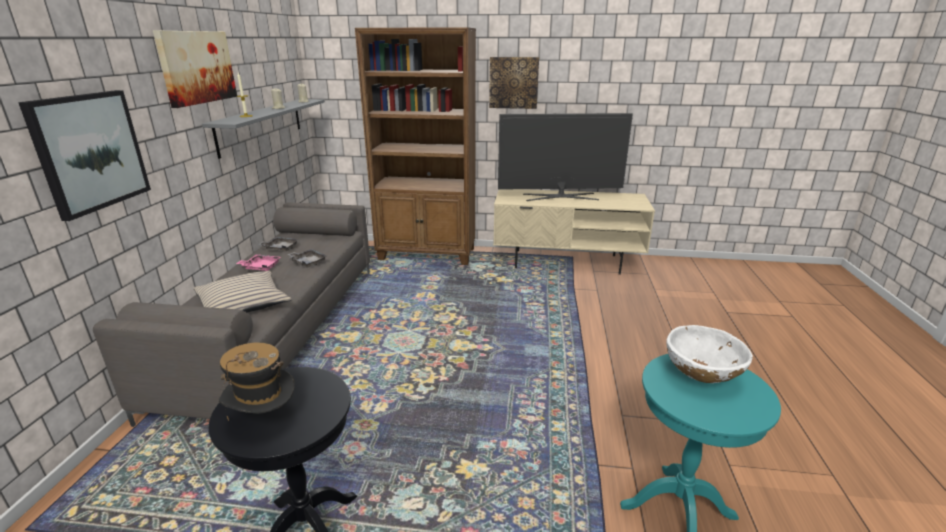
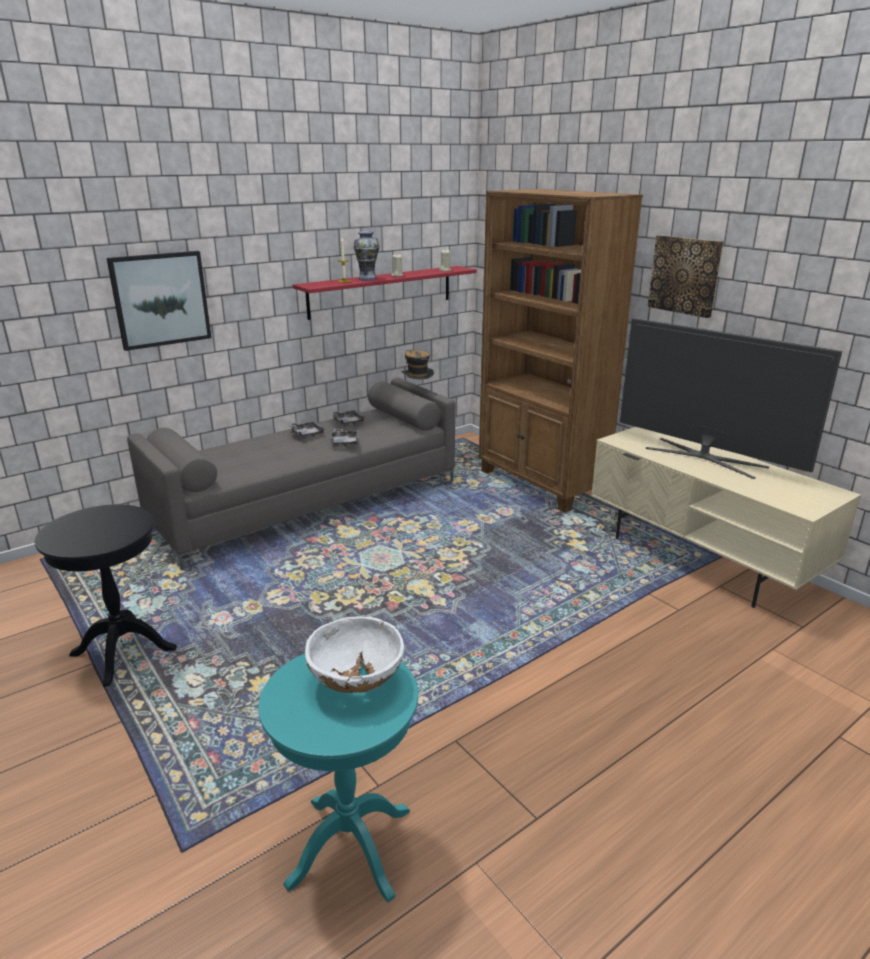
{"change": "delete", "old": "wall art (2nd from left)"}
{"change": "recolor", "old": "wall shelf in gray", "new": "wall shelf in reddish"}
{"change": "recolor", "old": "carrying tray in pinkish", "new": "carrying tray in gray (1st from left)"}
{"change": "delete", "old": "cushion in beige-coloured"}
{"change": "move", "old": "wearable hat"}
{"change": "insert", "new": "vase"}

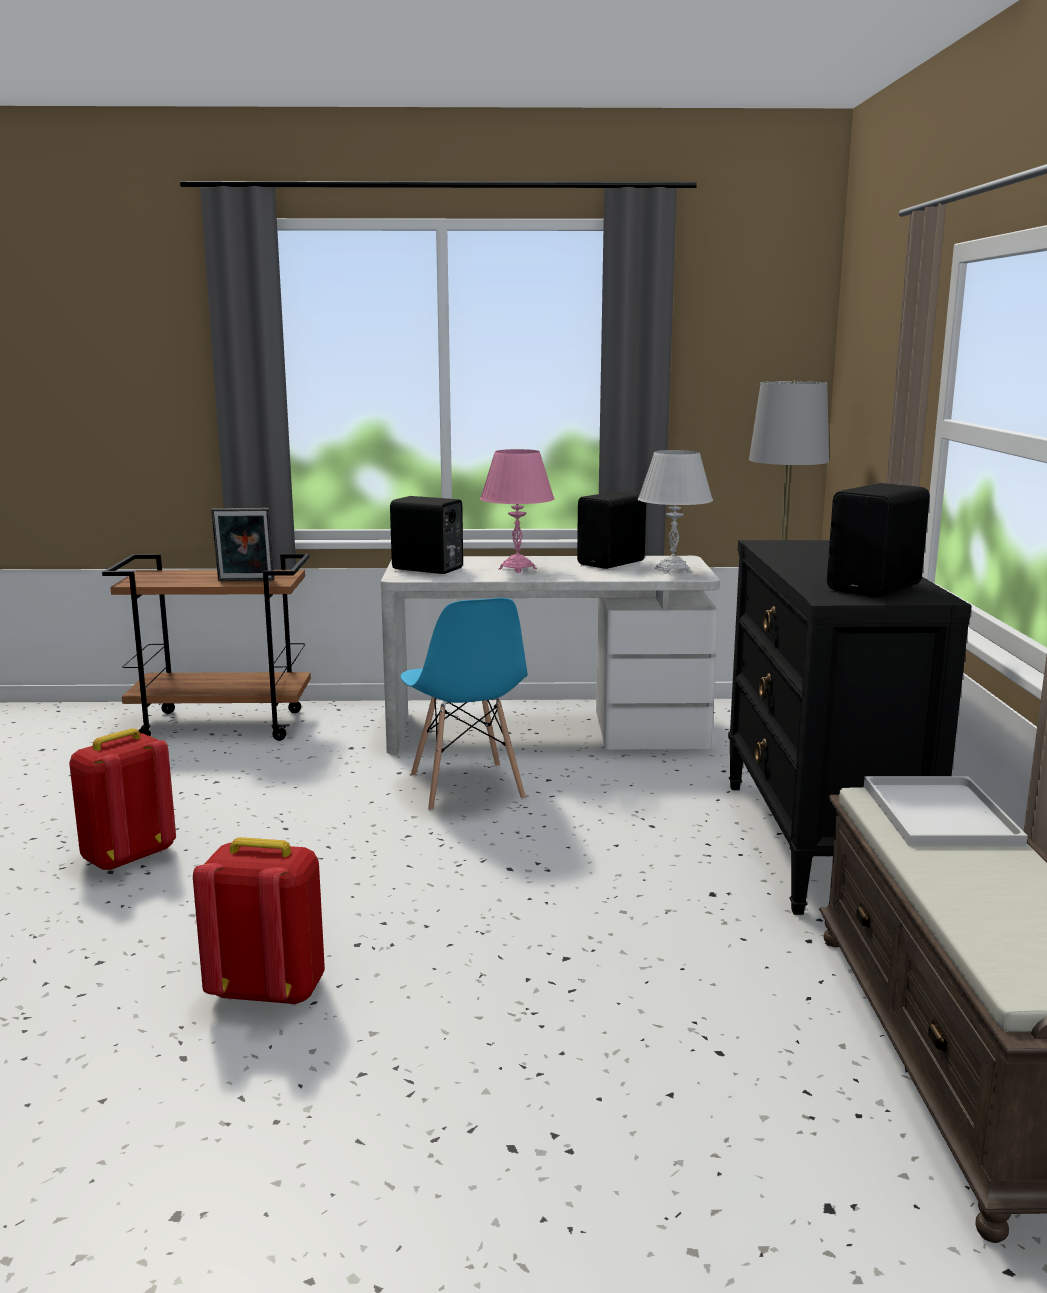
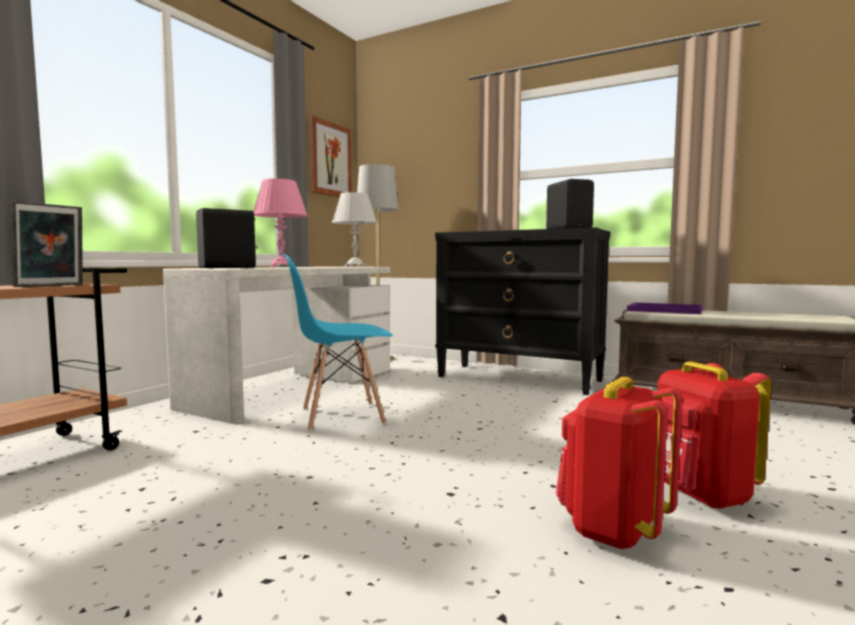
{"change": "delete", "old": "loudspeaker in black (2nd from left)"}
{"change": "rotate", "old": "upright chair in blue", "degrees": 150}
{"change": "move", "old": "backpack in reddish (1st from left in the first image)", "new": "backpack in reddish (2nd from left)"}
{"change": "recolor", "old": "carrying tray in white", "new": "carrying tray in purplish"}
{"change": "insert", "new": "wall art"}

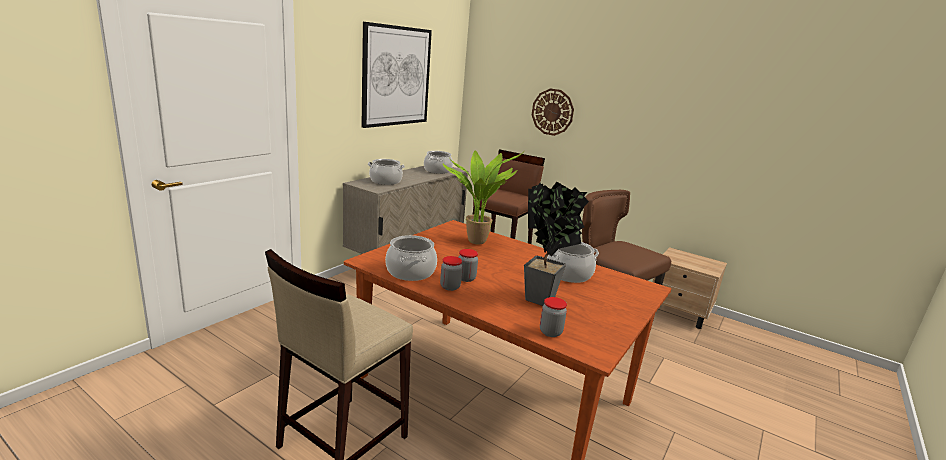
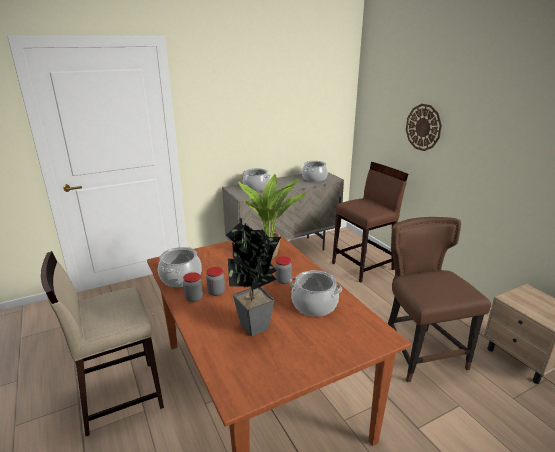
{"change": "delete", "old": "wall art"}
{"change": "move", "old": "preserve jar (3rd from left)"}

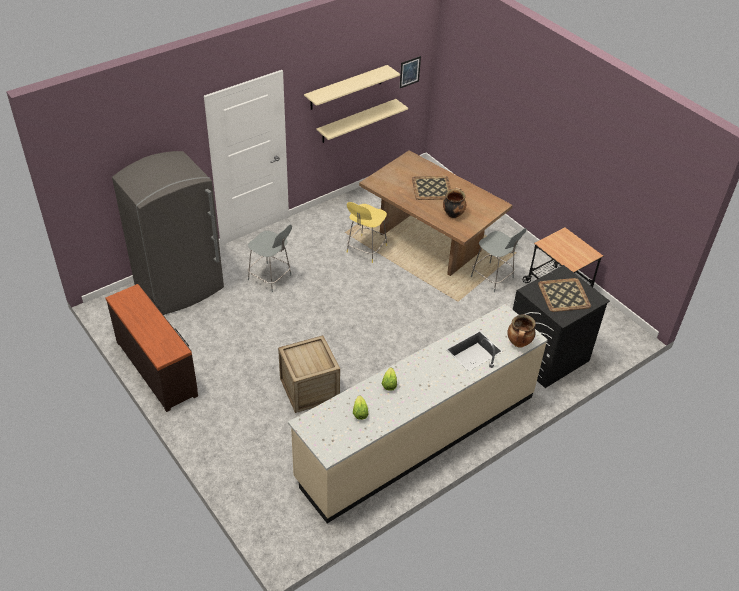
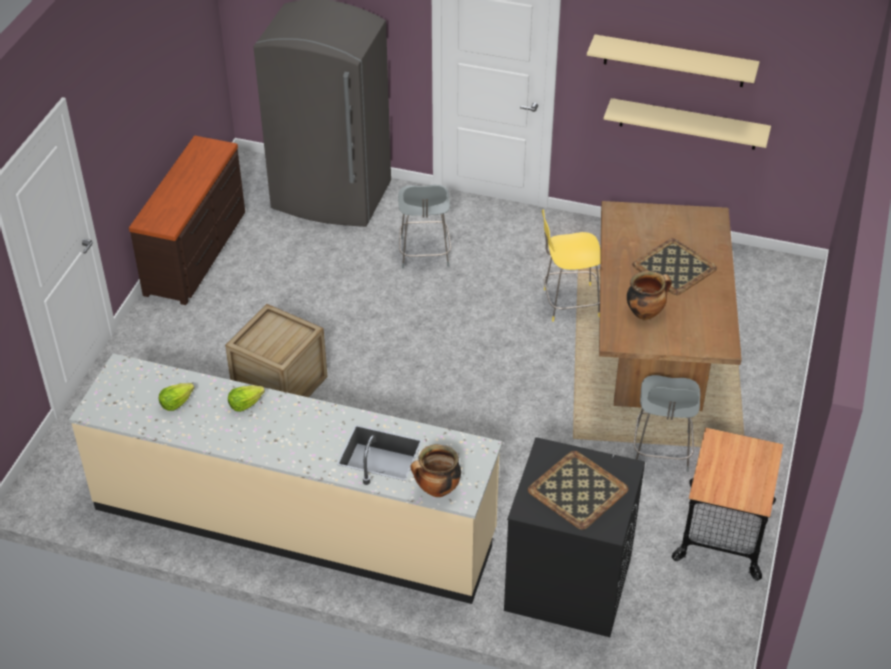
{"change": "delete", "old": "wall art"}

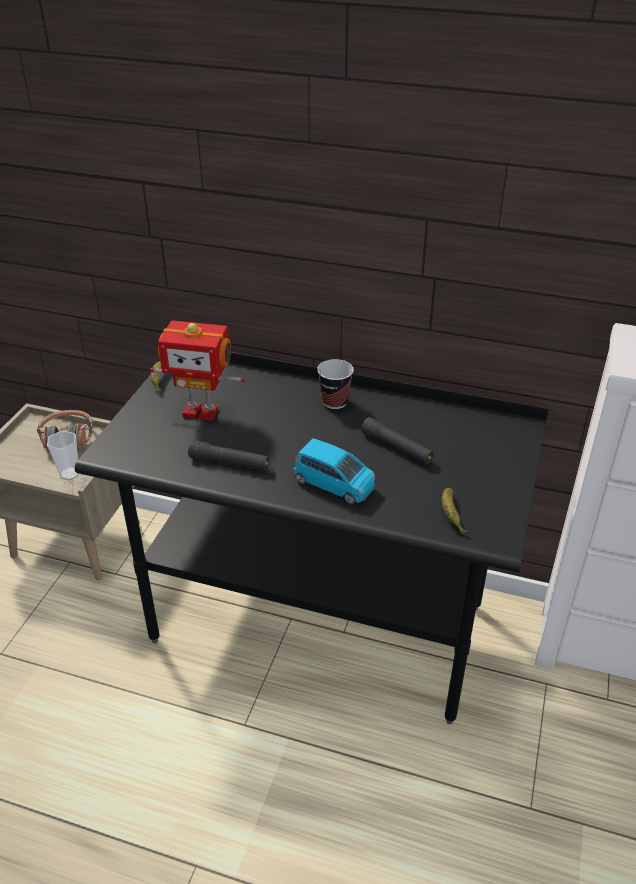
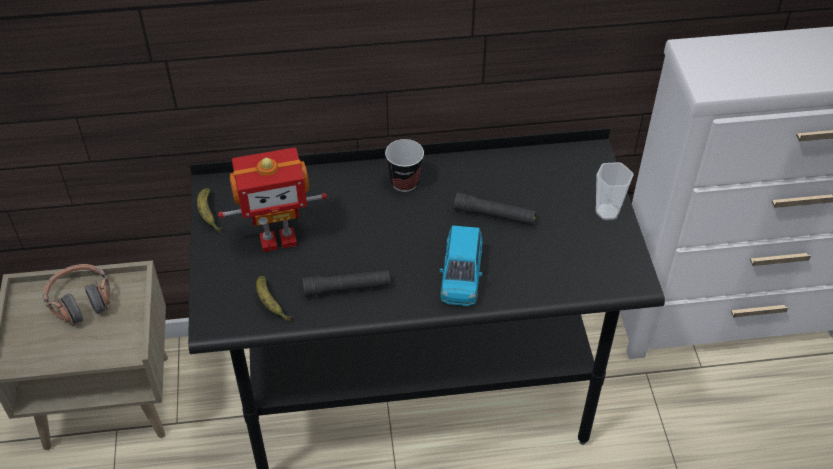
{"change": "move", "old": "cup (1st from left in the first image)", "new": "cup (2nd from left)"}
{"change": "rotate", "old": "toy car in blue", "degrees": 90}
{"change": "move", "old": "banana fruit (2nd from left)"}

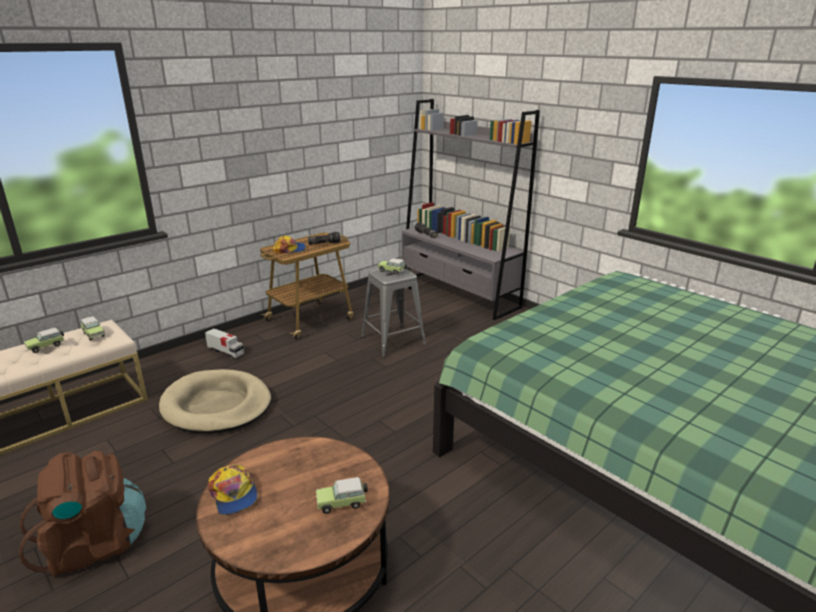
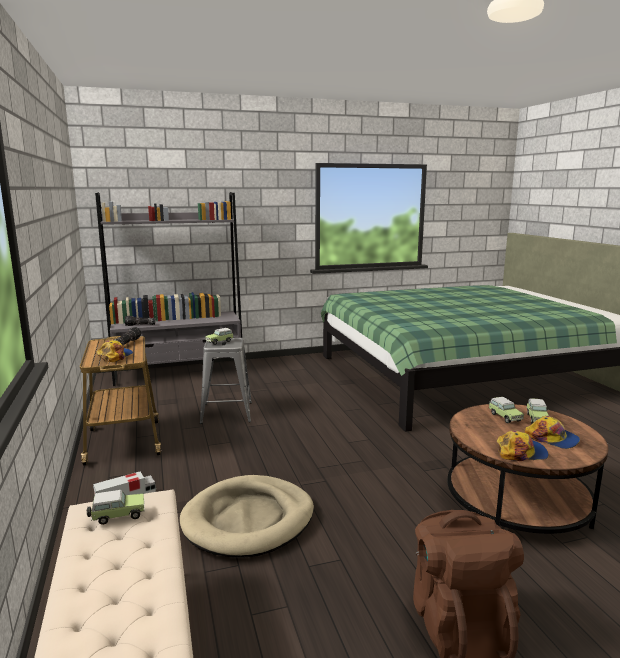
{"change": "move", "old": "toy car (1st from left in the first image)", "new": "toy car (3rd from left)"}
{"change": "insert", "new": "baseball cap (3rd from left)"}

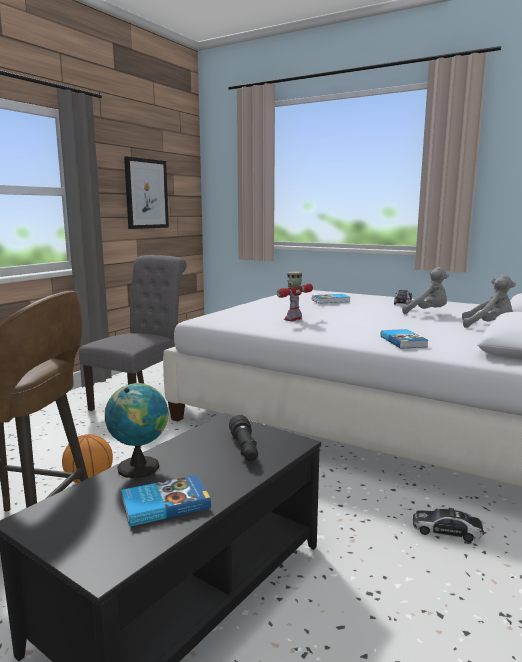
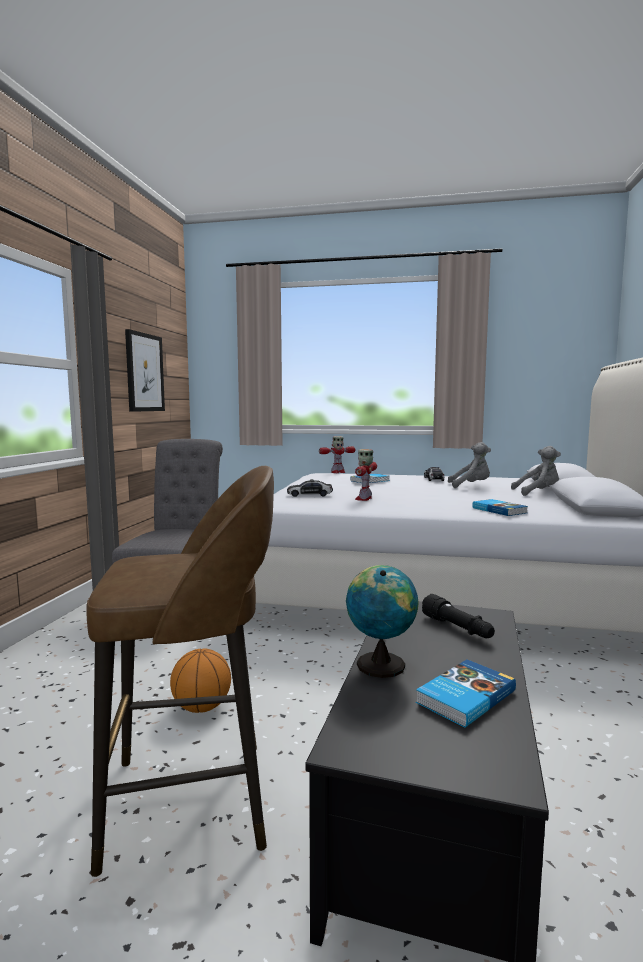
{"change": "move", "old": "toy car (2nd from left in the first image)", "new": "toy car (1st from left)"}
{"change": "insert", "new": "robot figure (1st from left)"}

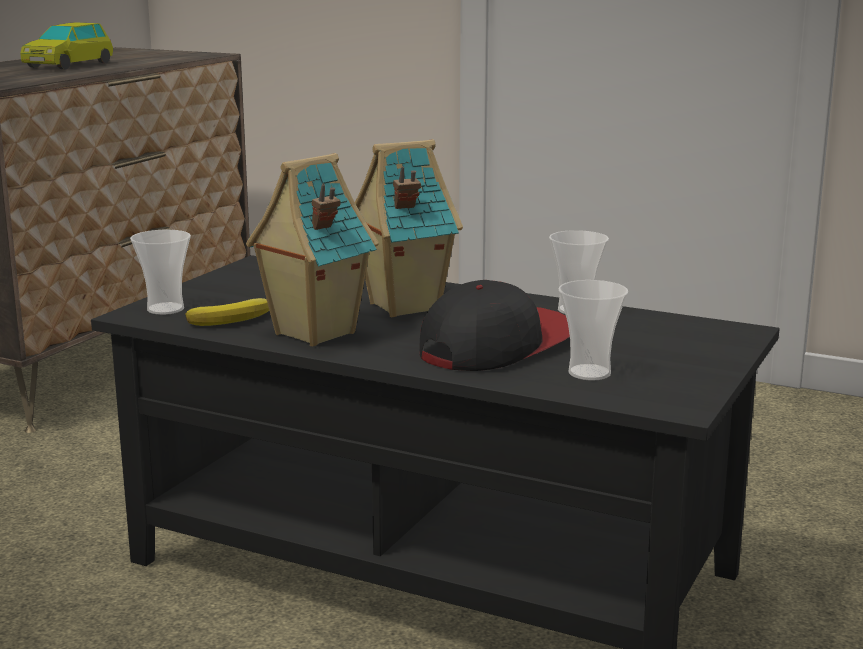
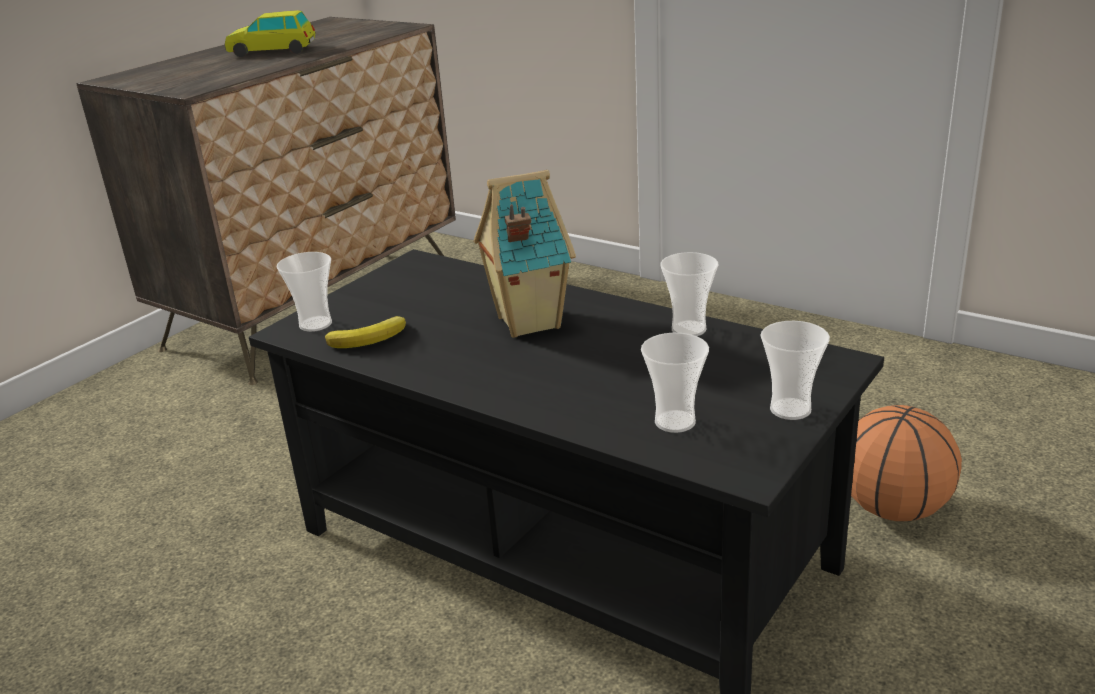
{"change": "rotate", "old": "toy car", "degrees": 60}
{"change": "delete", "old": "model house (1st from left)"}
{"change": "delete", "old": "baseball cap"}
{"change": "insert", "new": "cup (4th from left)"}
{"change": "insert", "new": "basketball"}

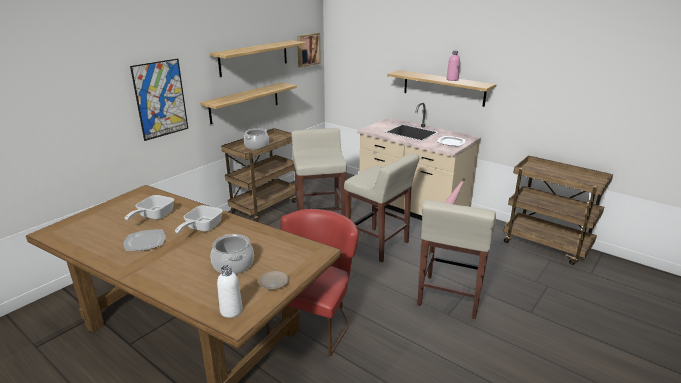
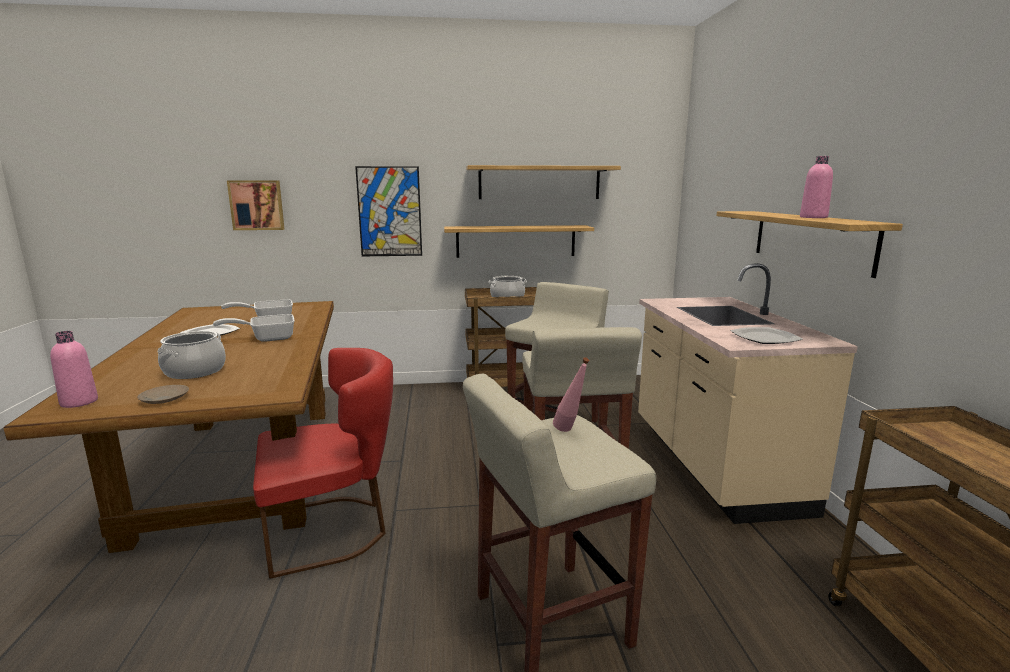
{"change": "move", "old": "wall art (2nd from left in the first image)", "new": "wall art (1st from left)"}
{"change": "recolor", "old": "bottle in white", "new": "bottle in pinkish (1st from left)"}

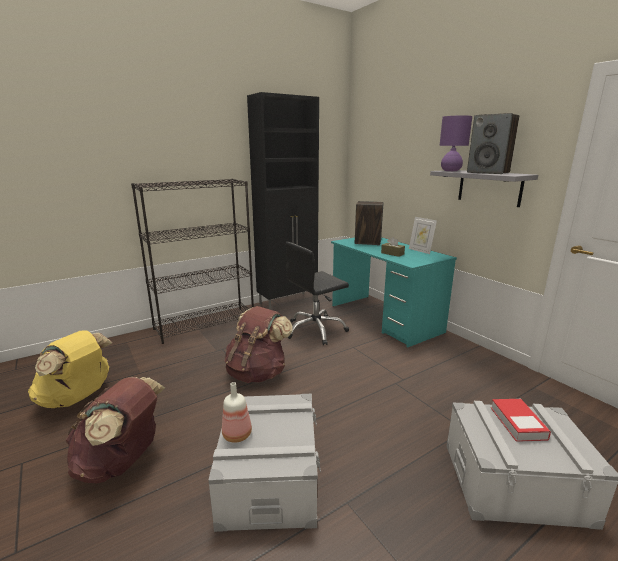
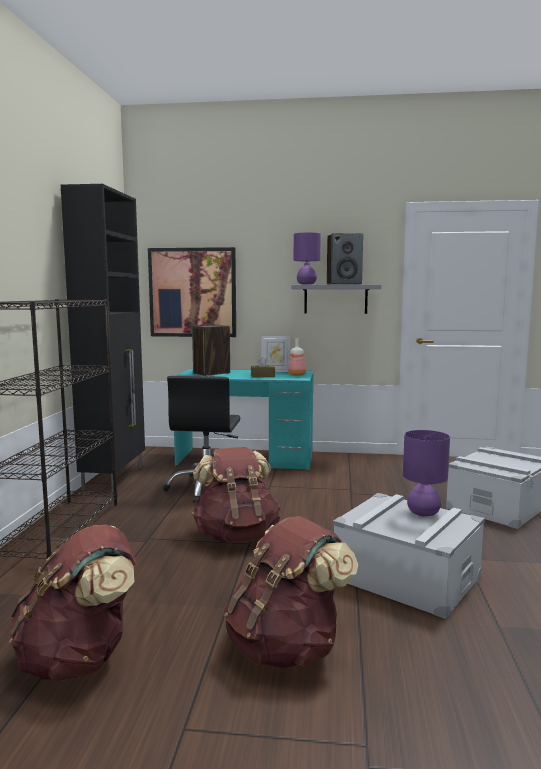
{"change": "recolor", "old": "backpack in yellowish", "new": "backpack in brown (1st from left)"}
{"change": "move", "old": "bottle"}
{"change": "delete", "old": "volume"}
{"change": "insert", "new": "wall art"}
{"change": "insert", "new": "lamp for a table in purplish (2nd from left)"}

